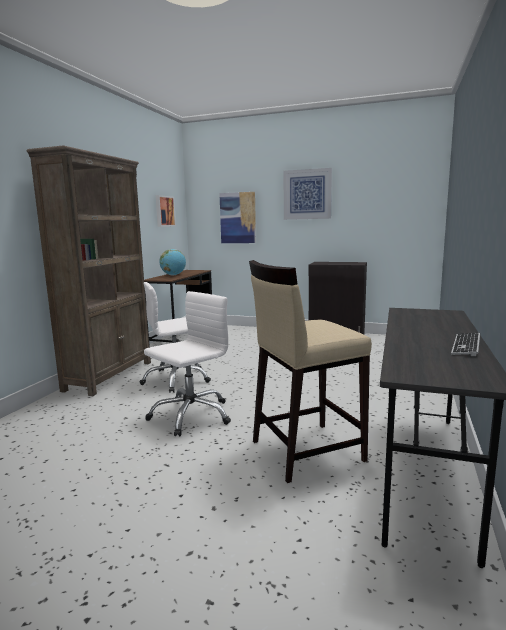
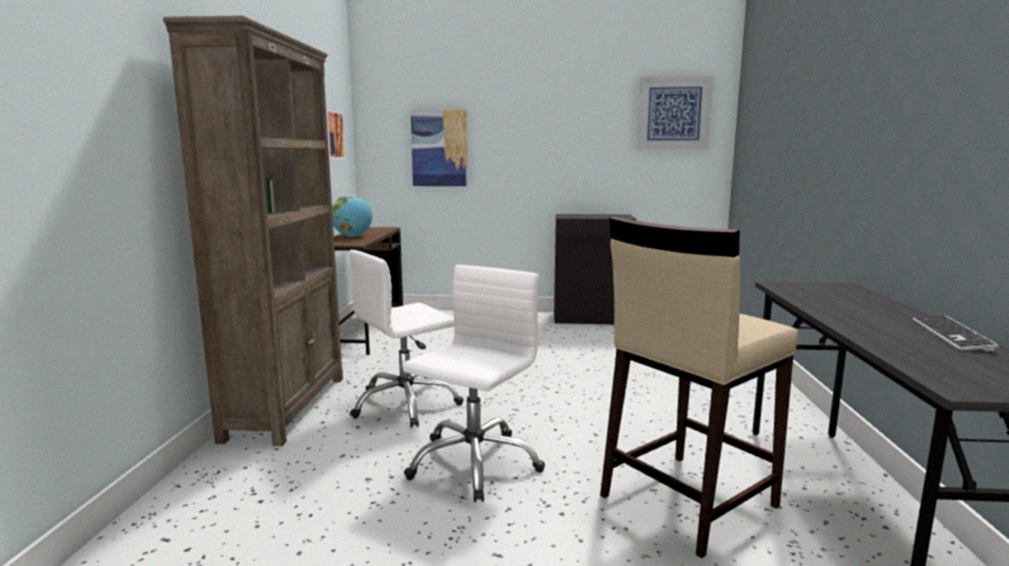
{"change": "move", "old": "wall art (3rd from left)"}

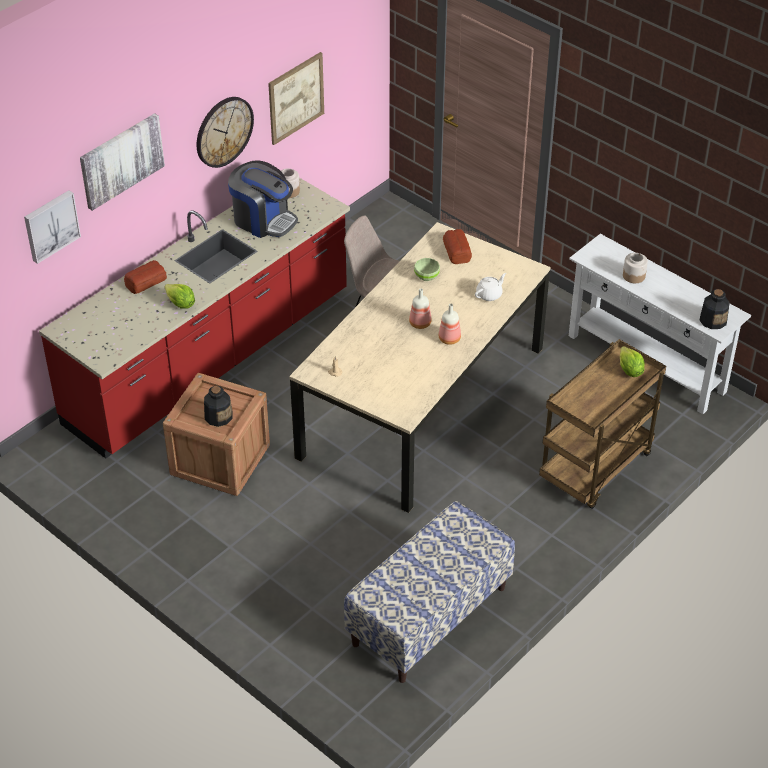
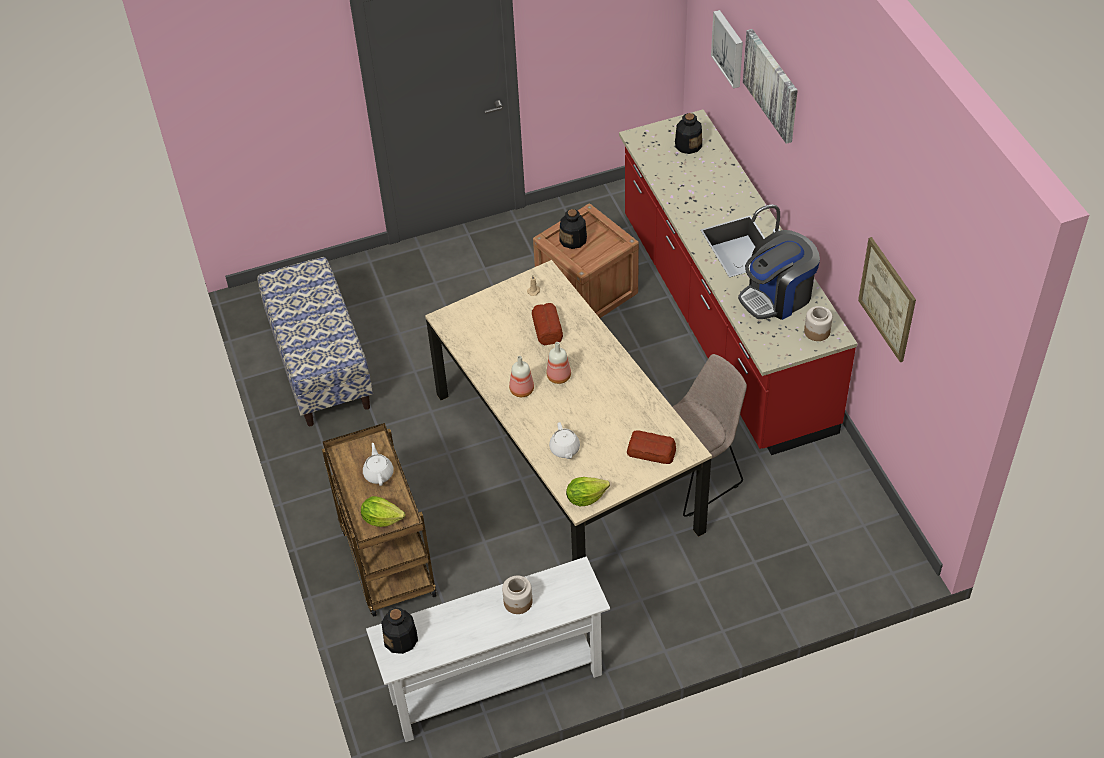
{"change": "delete", "old": "clock on the wall"}
{"change": "delete", "old": "bowl in greenish"}
{"change": "move", "old": "bread (1st from left)"}
{"change": "move", "old": "head of lettuce (1st from left in the first image)", "new": "head of lettuce (2nd from left)"}
{"change": "insert", "new": "bottle (5th from left)"}
{"change": "insert", "new": "teapot in white (1st from left)"}

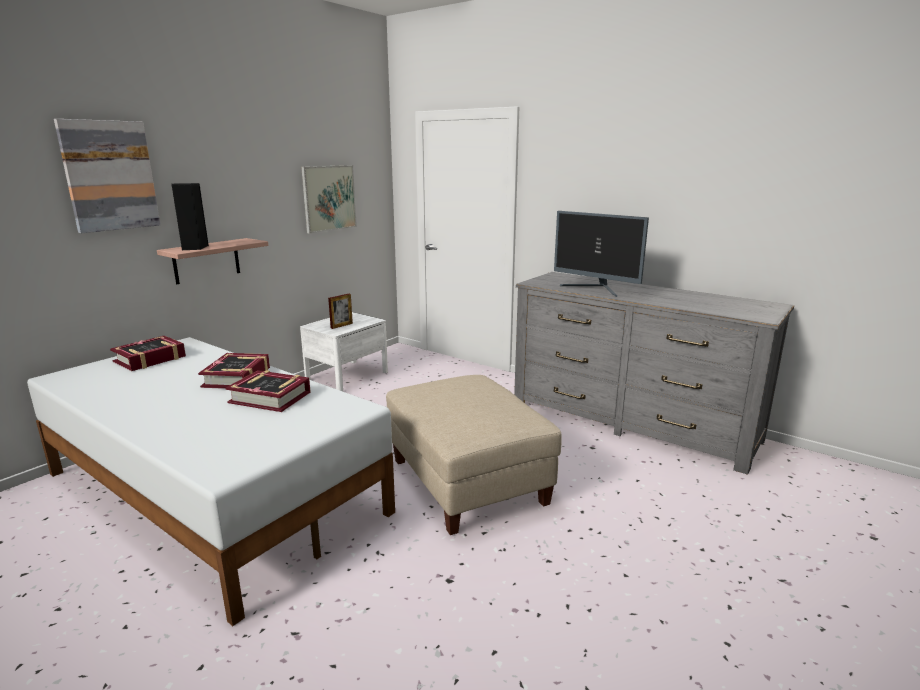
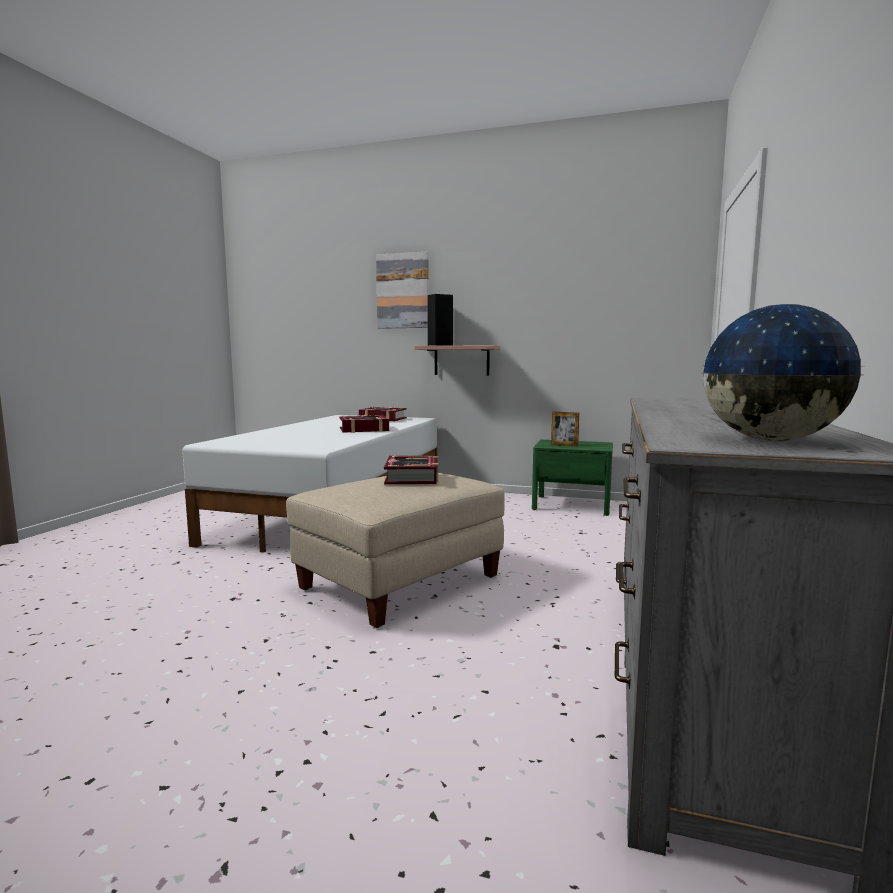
{"change": "delete", "old": "wall art (2nd from left)"}
{"change": "delete", "old": "monitor"}
{"change": "recolor", "old": "nightstand in white", "new": "nightstand in greenish"}
{"change": "move", "old": "volume (3rd from left)"}
{"change": "insert", "new": "globe"}

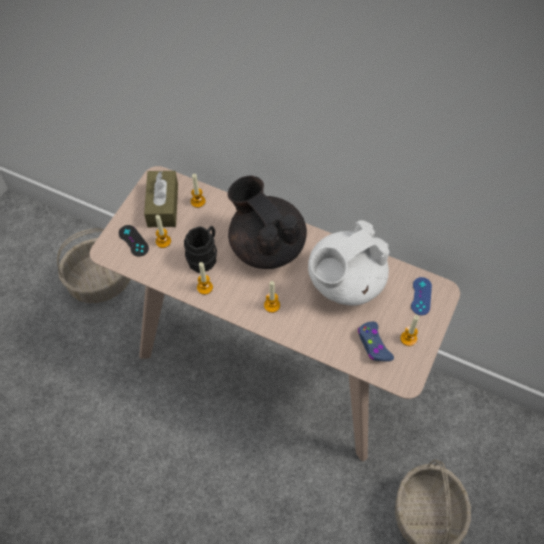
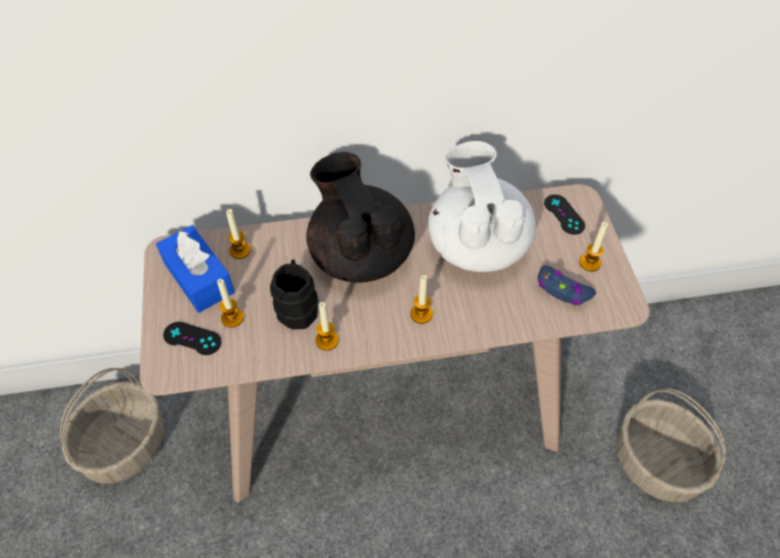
{"change": "recolor", "old": "box of tissues in brown", "new": "box of tissues in blue"}
{"change": "rotate", "old": "teapot in black", "degrees": 45}
{"change": "rotate", "old": "teapot in white", "degrees": 150}
{"change": "recolor", "old": "joypad in blue (2nd from left)", "new": "joypad in black (2nd from left)"}

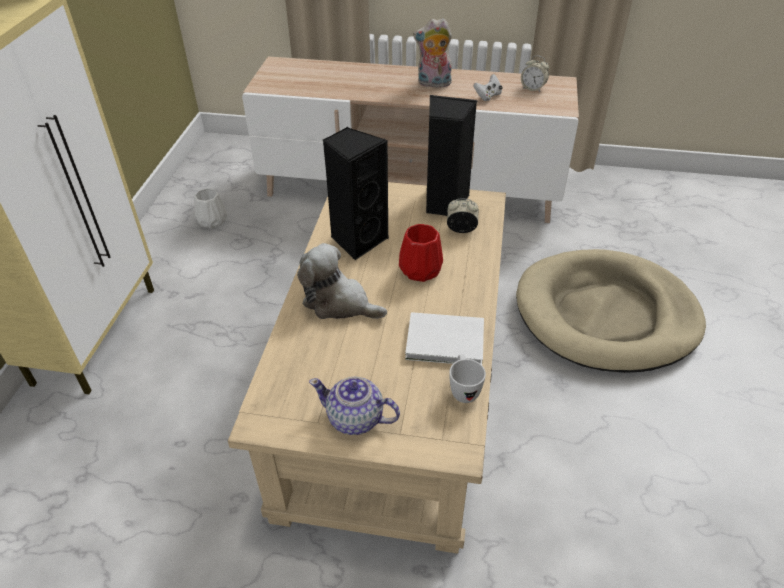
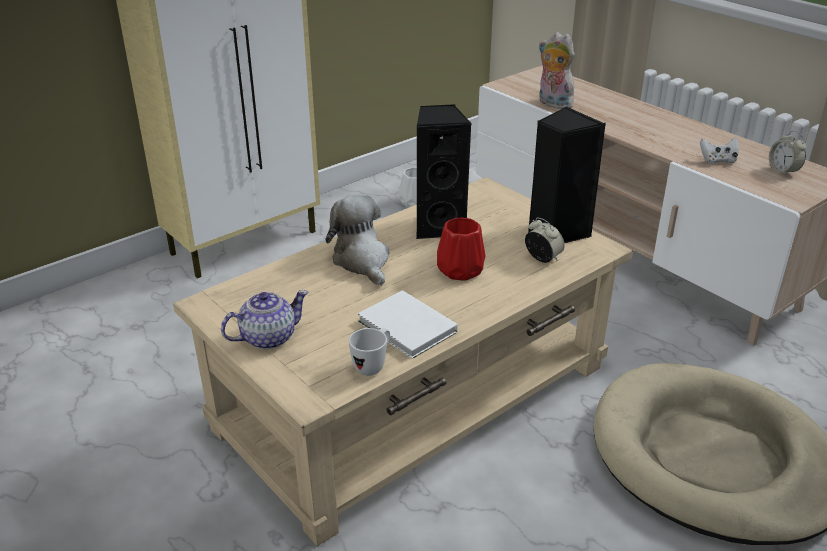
{"change": "move", "old": "plush toy (2nd from left)"}
{"change": "rotate", "old": "teapot", "degrees": 90}

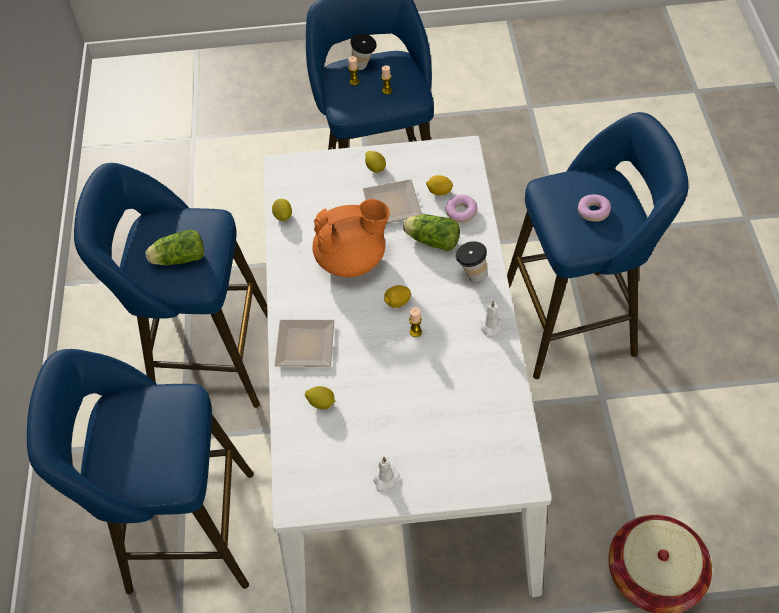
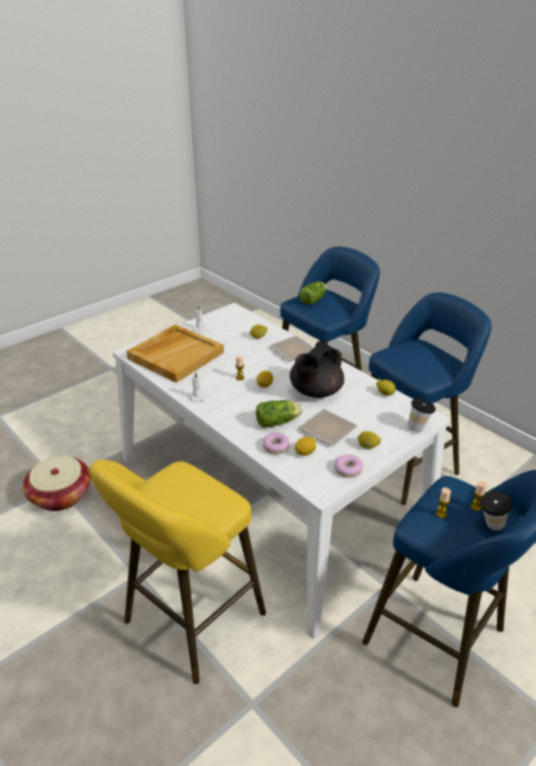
{"change": "recolor", "old": "stool seat in blue (4th from left)", "new": "stool seat in yellowish"}
{"change": "move", "old": "donut (2nd from left)"}
{"change": "recolor", "old": "teapot in orange-coloured", "new": "teapot in black"}
{"change": "move", "old": "head of lettuce (1st from left in the first image)", "new": "head of lettuce (2nd from left)"}
{"change": "move", "old": "cup (2nd from left in the first image)", "new": "cup (1st from left)"}
{"change": "insert", "new": "carrying tray in beige-coloured"}

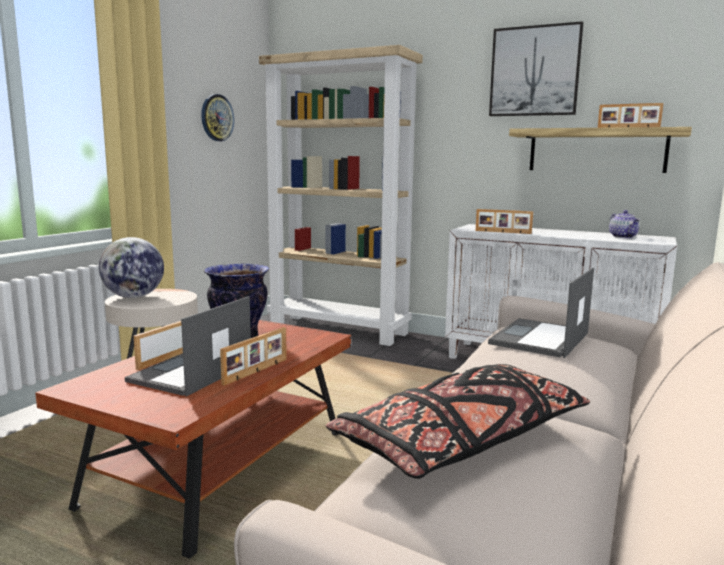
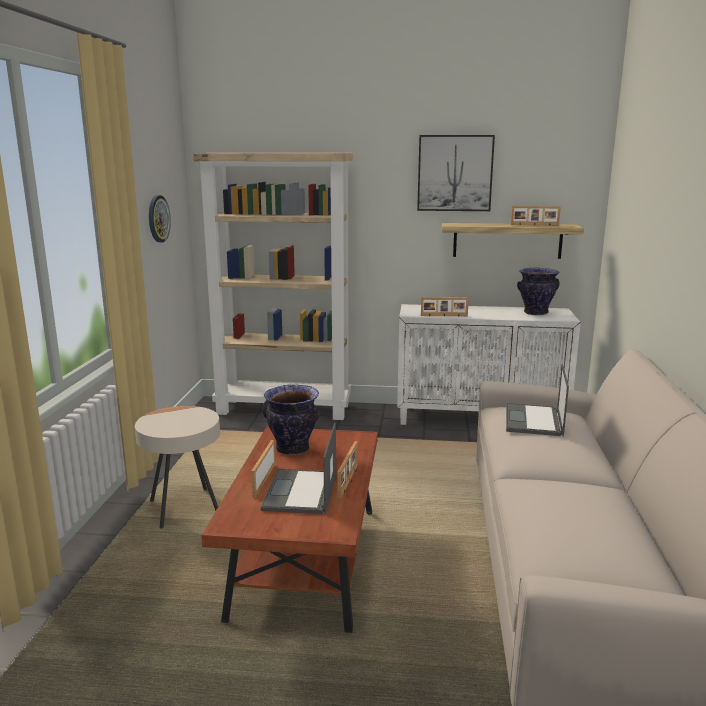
{"change": "replace", "old": "teapot", "new": "vase (2nd from left)"}
{"change": "delete", "old": "globe"}
{"change": "delete", "old": "cushion in black"}

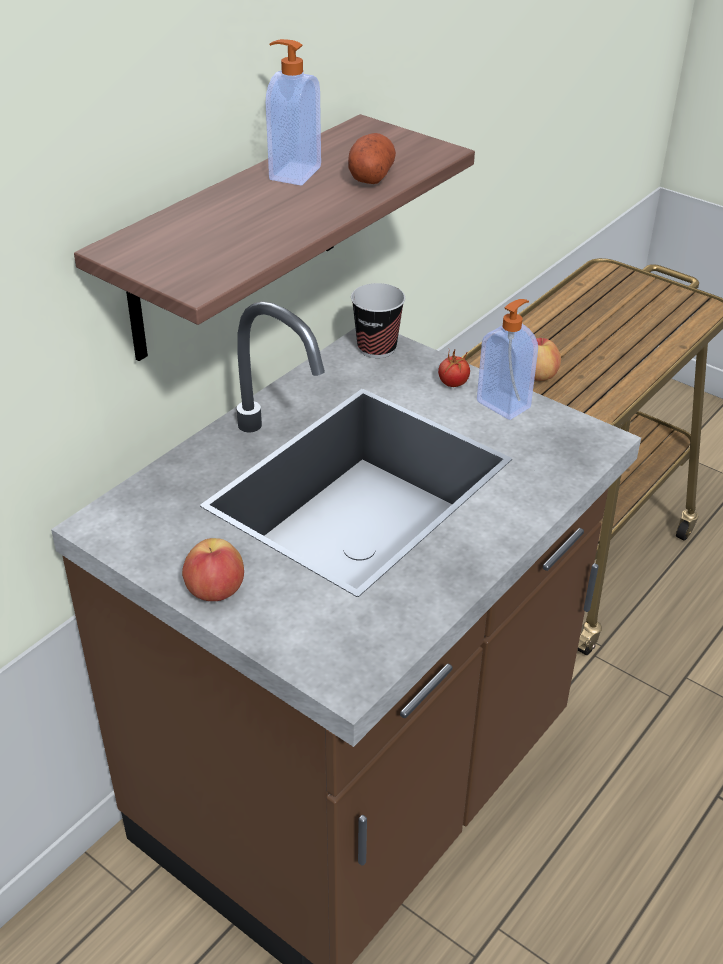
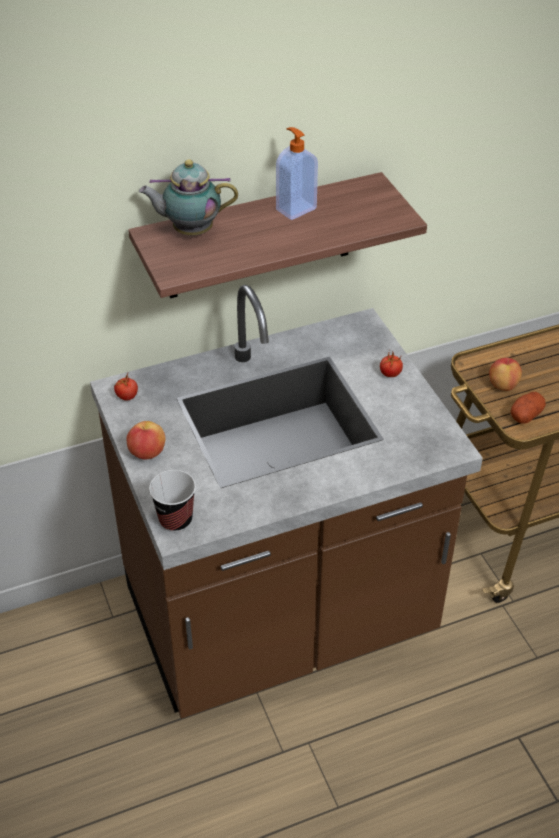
{"change": "move", "old": "whole potato"}
{"change": "move", "old": "cup"}
{"change": "delete", "old": "soap bottle (2nd from left)"}
{"change": "insert", "new": "teapot"}
{"change": "insert", "new": "fresh tomato (1st from left)"}

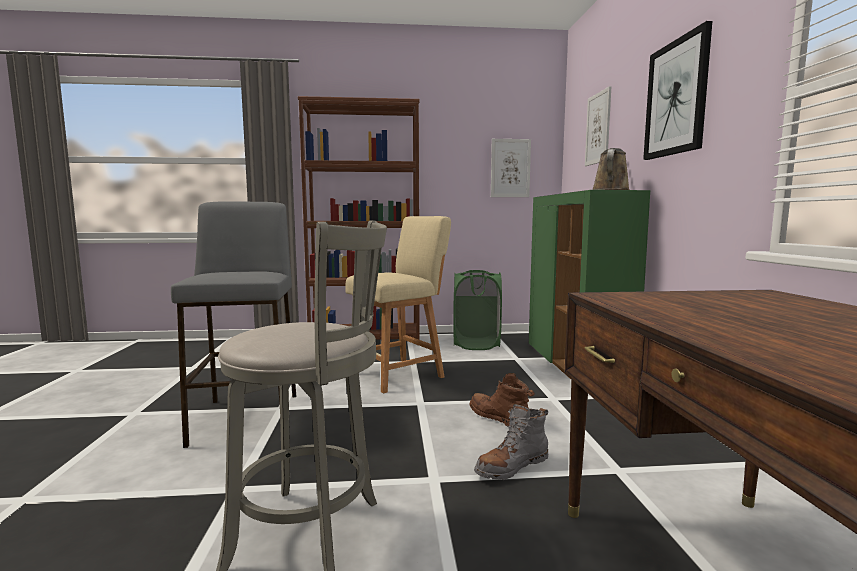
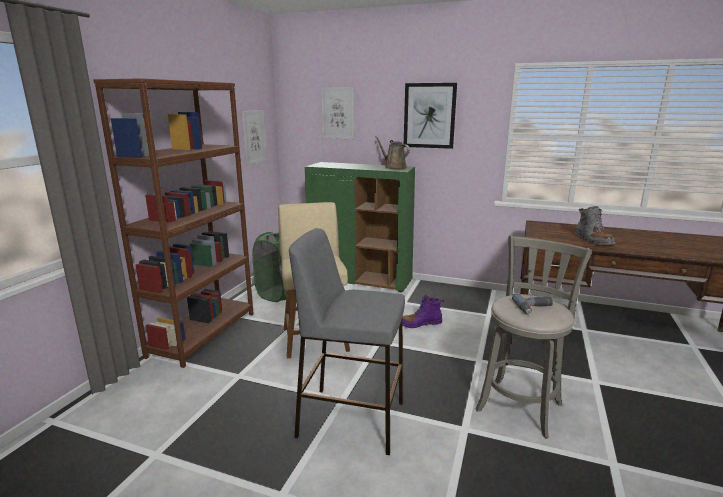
{"change": "recolor", "old": "boot in brown", "new": "boot in purplish"}
{"change": "move", "old": "boot in gray"}
{"change": "insert", "new": "electric drill"}

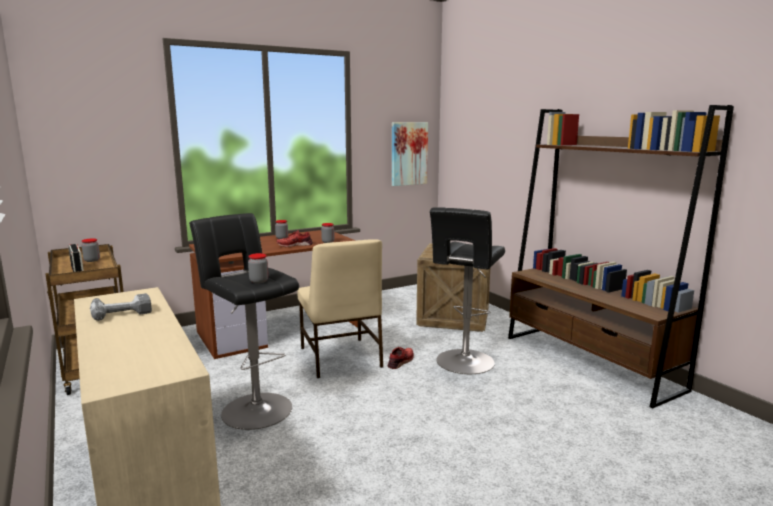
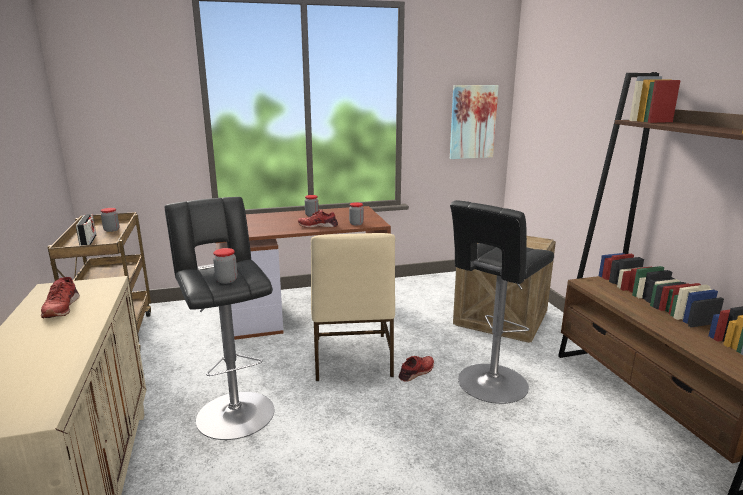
{"change": "replace", "old": "electric drill", "new": "low shoe in reddish (1st from left)"}

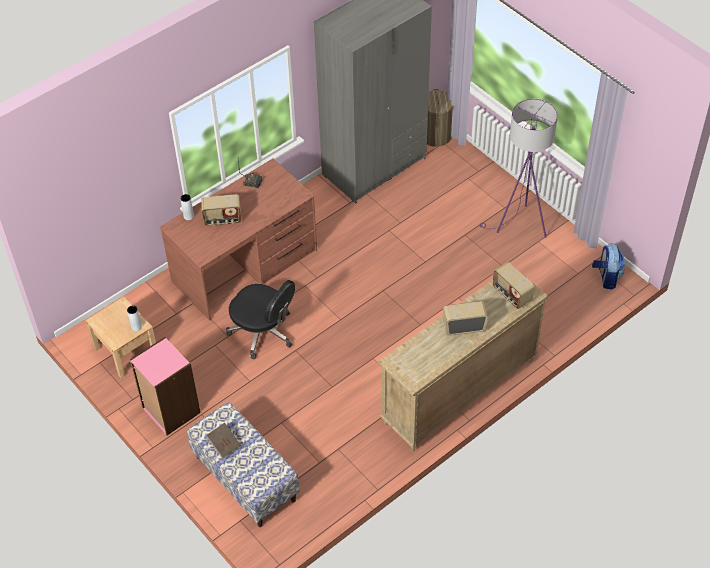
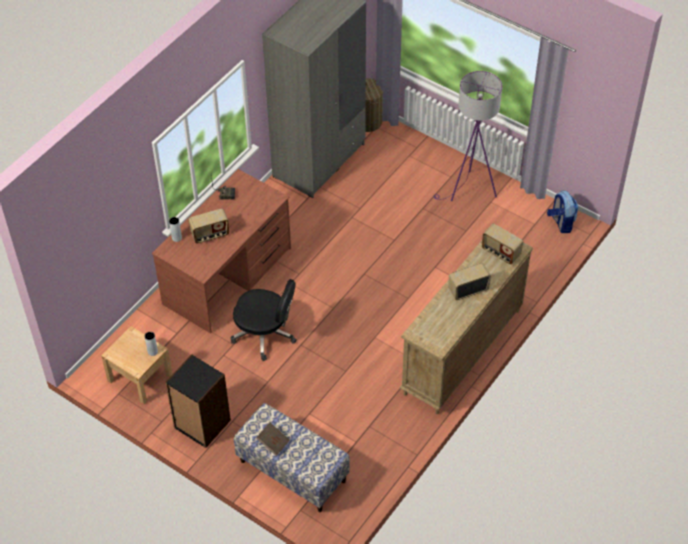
{"change": "recolor", "old": "shelving unit in pinkish", "new": "shelving unit in black"}

